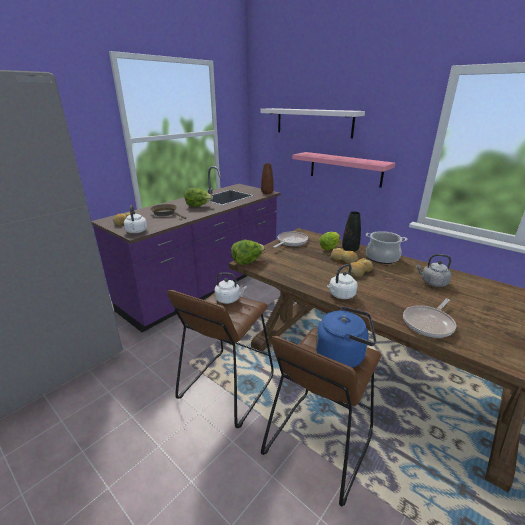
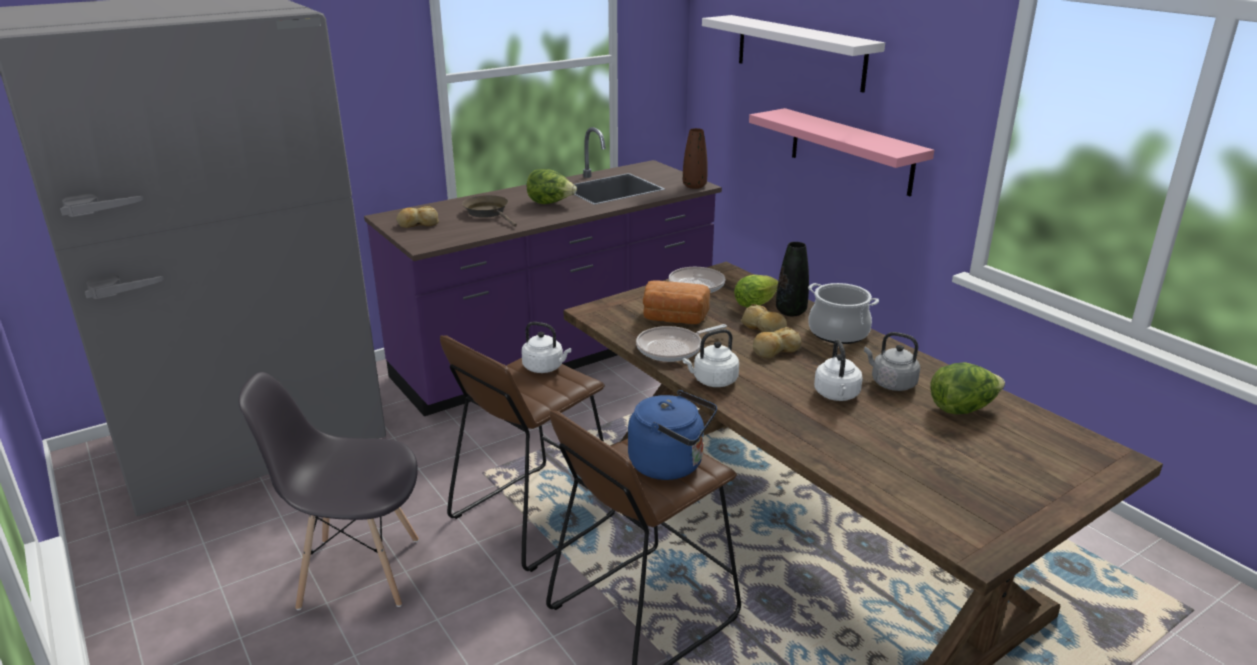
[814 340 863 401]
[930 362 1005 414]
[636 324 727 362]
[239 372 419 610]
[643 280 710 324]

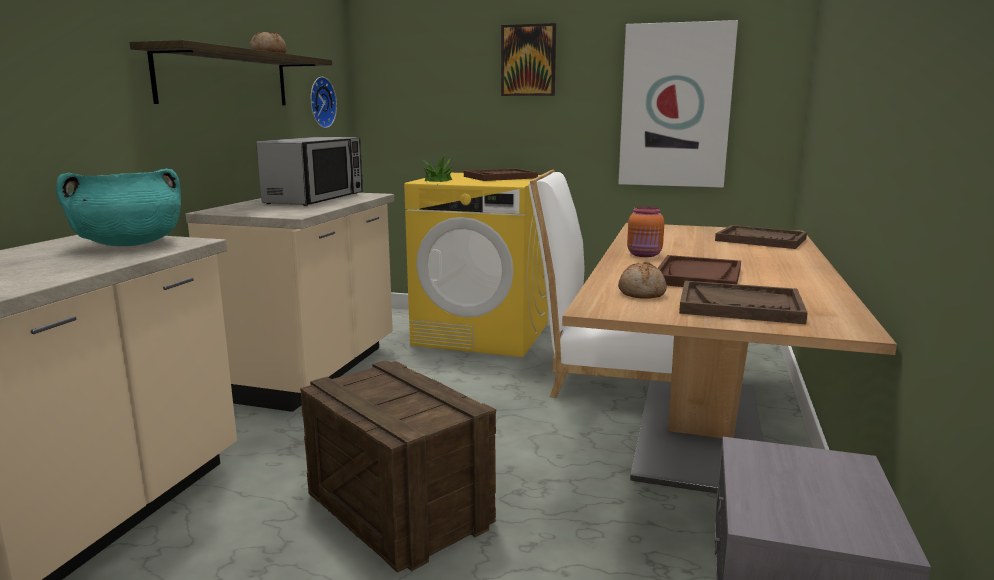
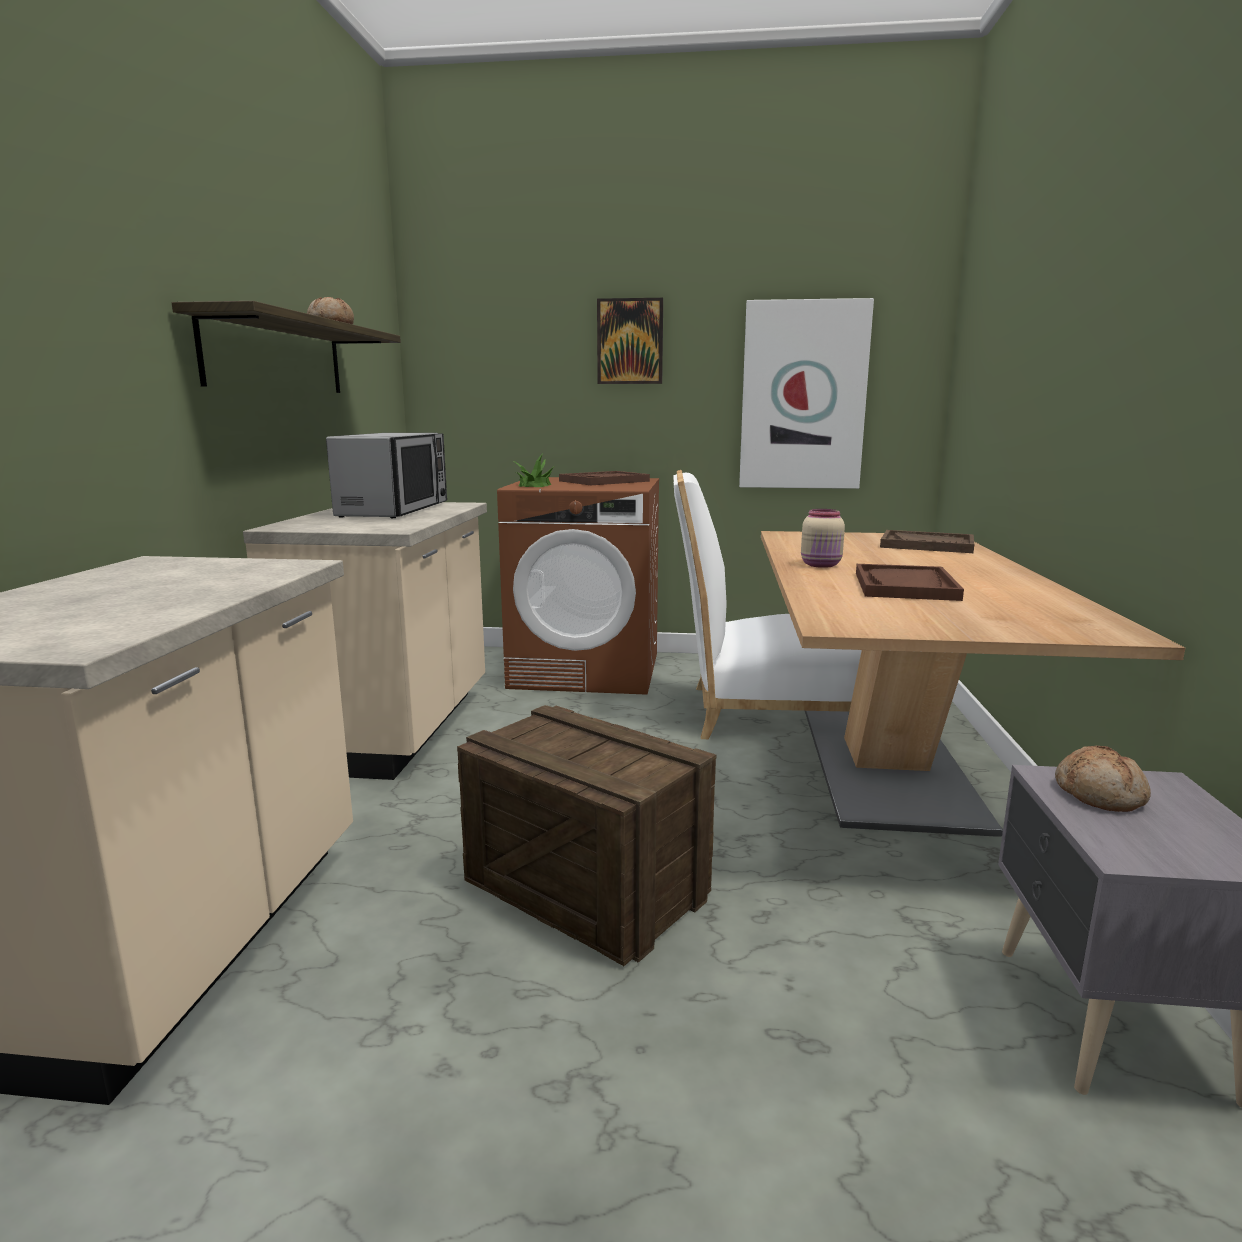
[56 169 181 246] (first image)
[310 77 337 128] (first image)
[497 477 659 695]
[1055 746 1151 812]
[801 509 845 568]
[679 281 808 324] (first image)

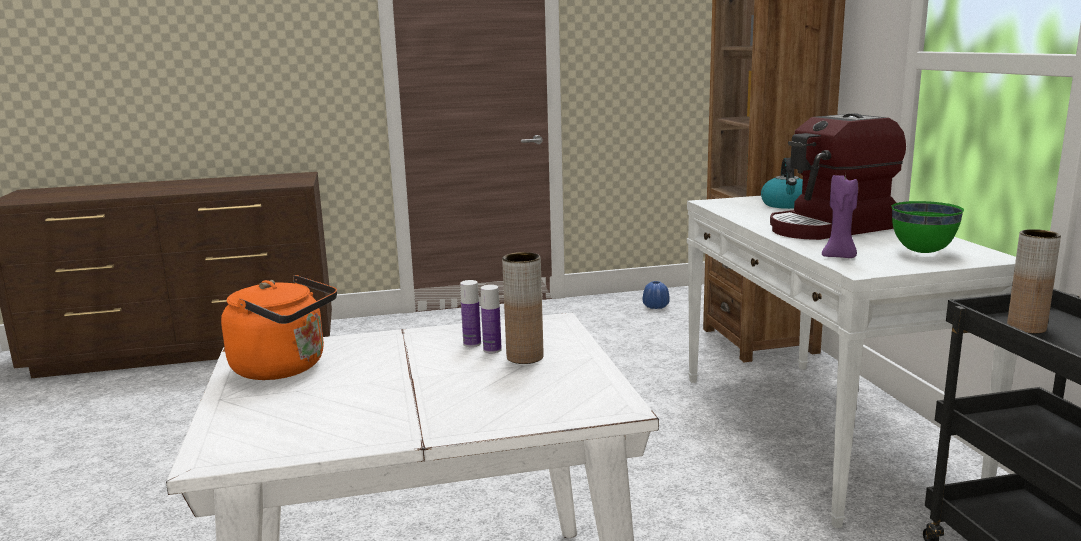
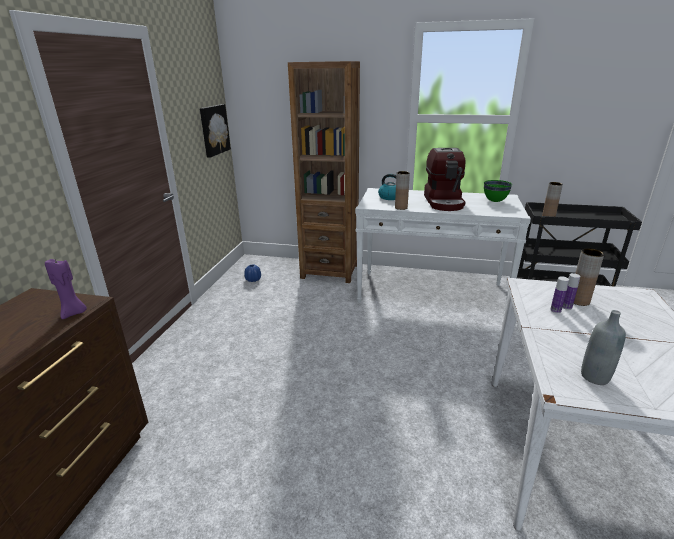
[581 310 626 385]
[45 259 87 319]
[200 104 231 158]
[395 171 410 210]

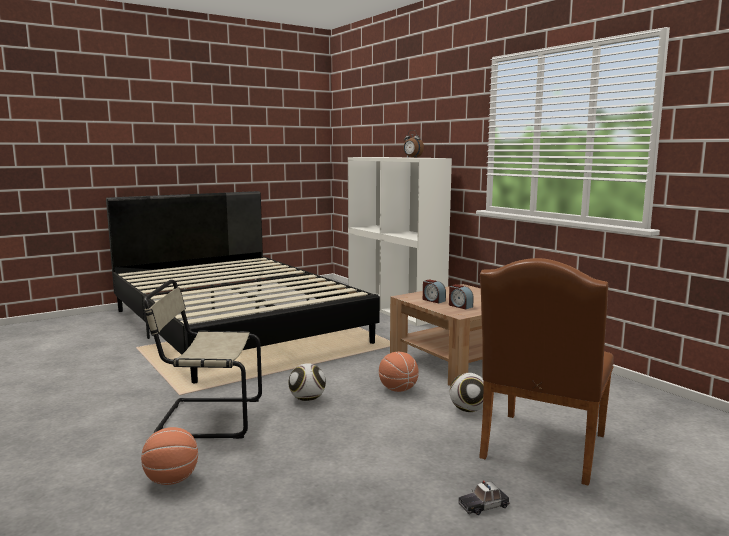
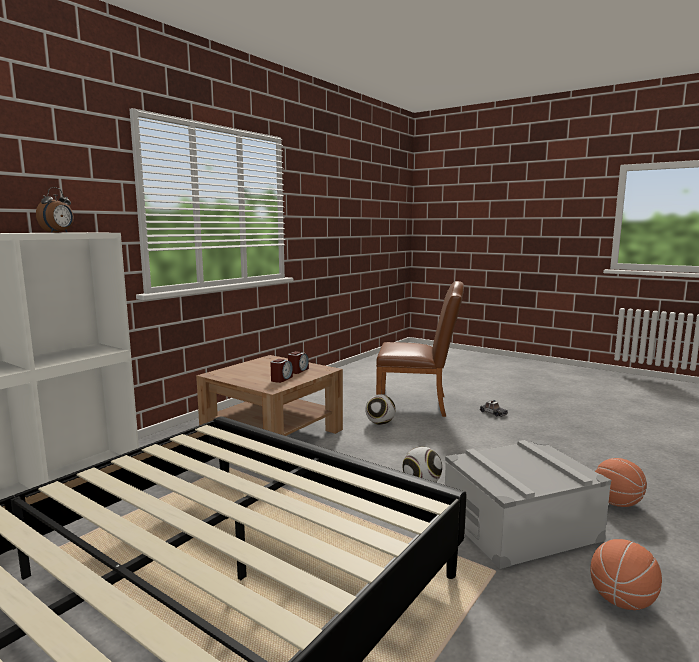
[445 440 611 569]
[590 539 662 610]

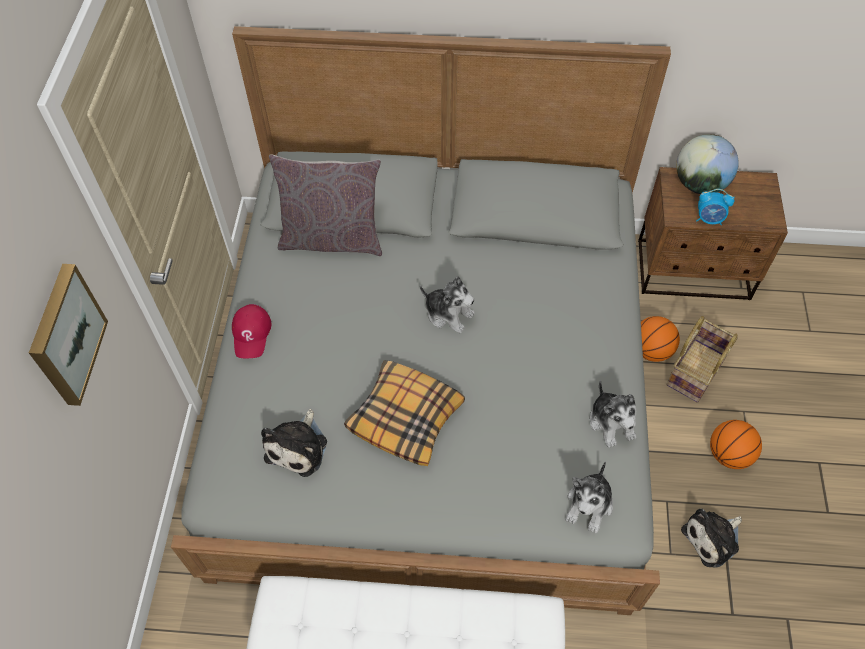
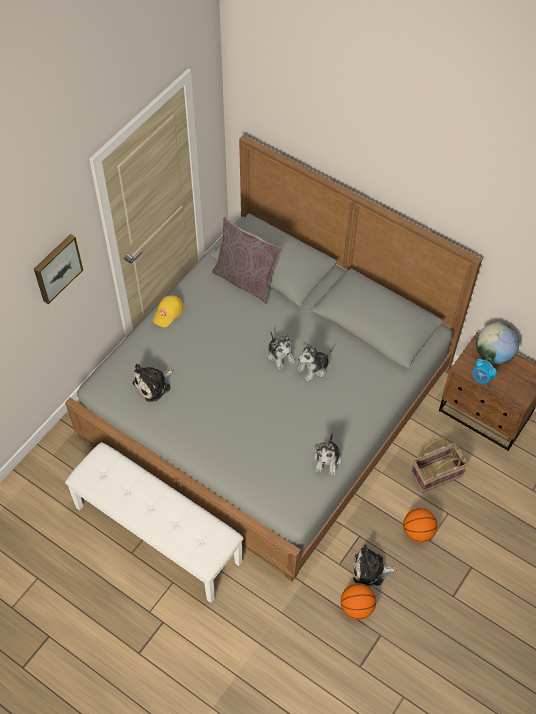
[153 296 183 327]
[344 360 465 466] (first image)
[297 341 332 381]
[341 583 376 620]

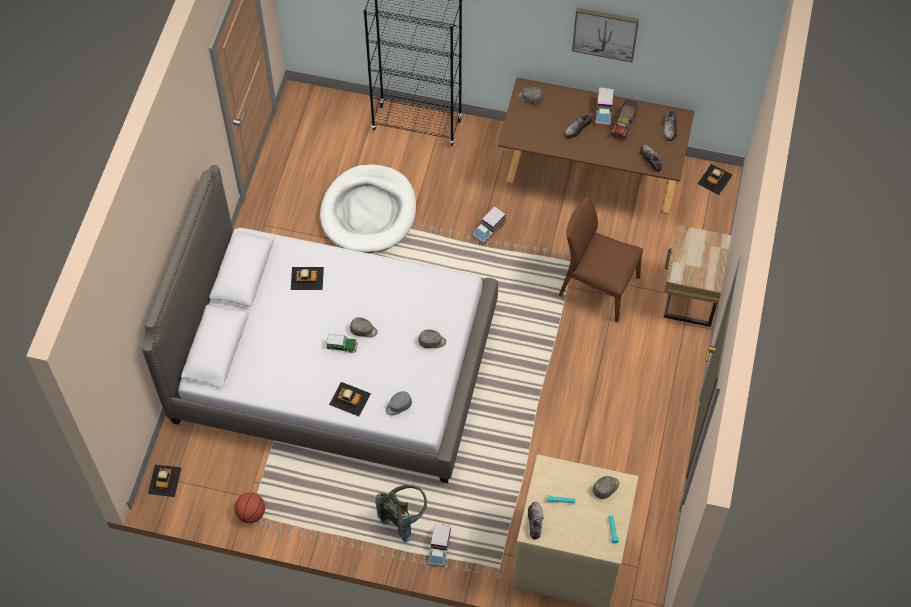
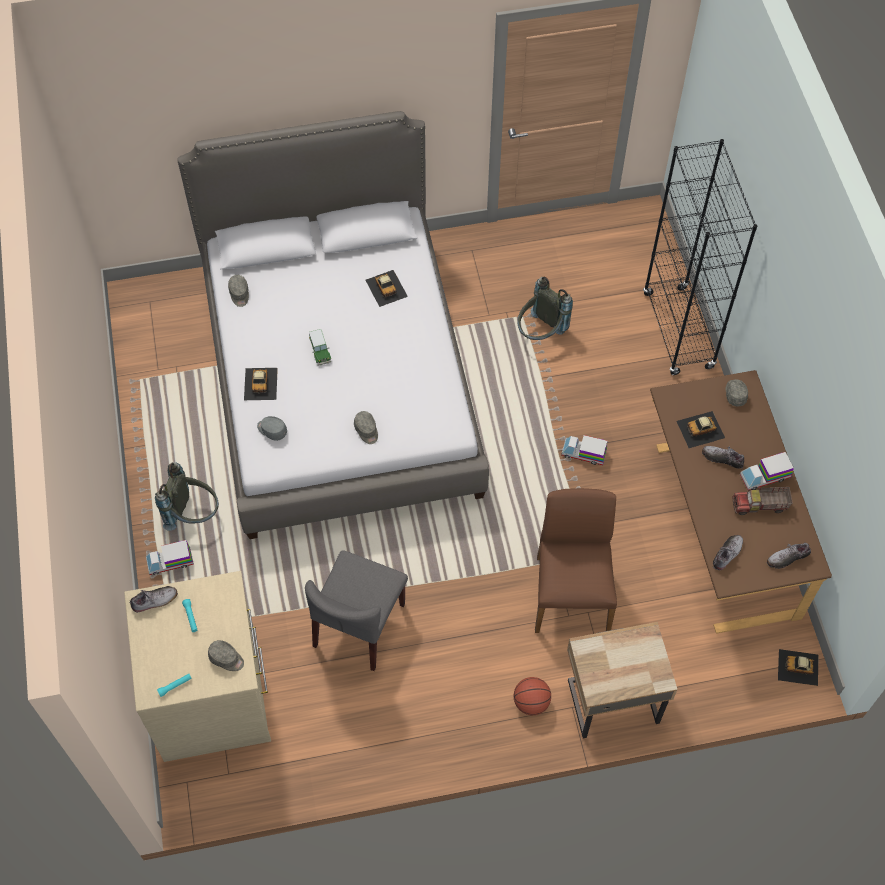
[677 411 725 448]
[514 677 551 715]
[517 276 573 340]
[228 275 249 307]
[572 8 639 62] (first image)
[305 550 408 671]

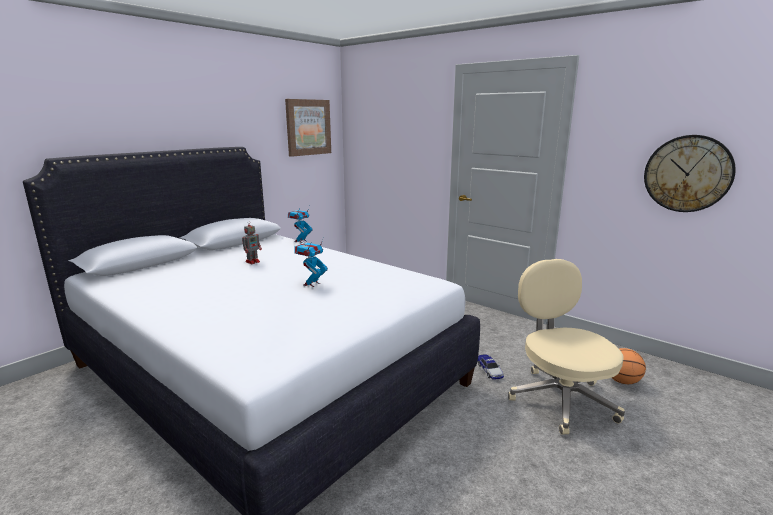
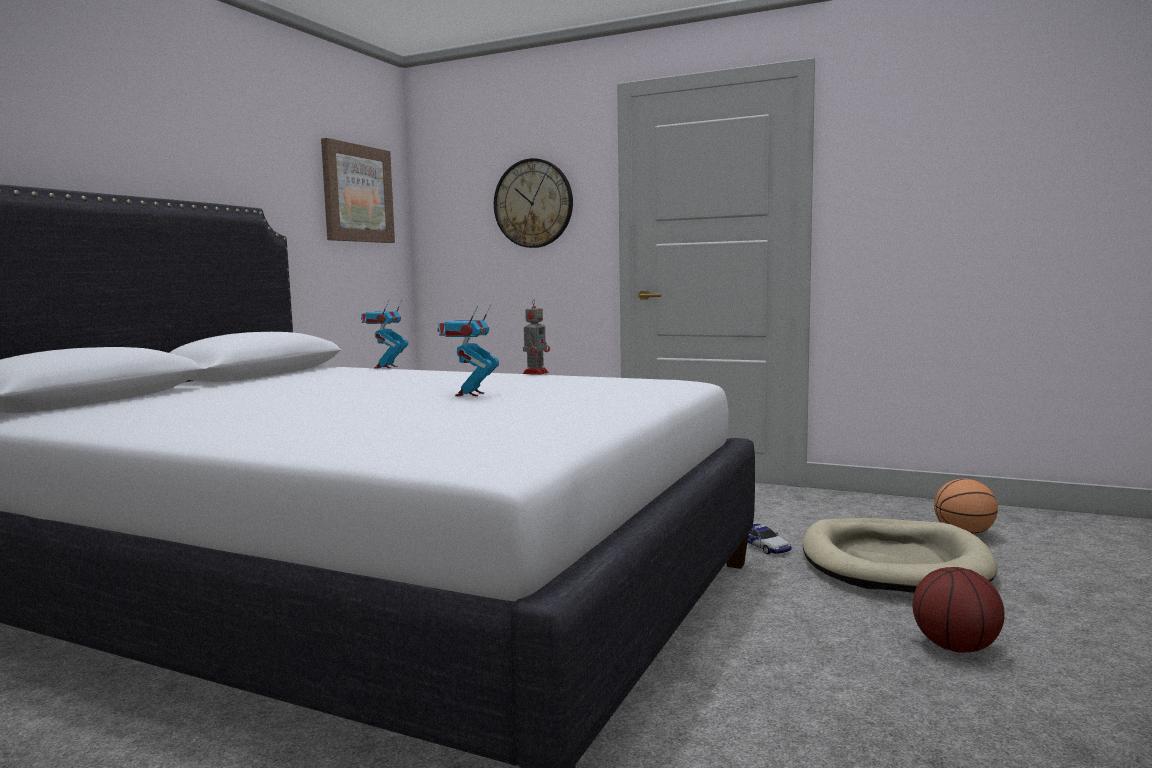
[523 299 550 375]
[802 518 998 593]
[494 158 573 248]
[913 567 1005 653]

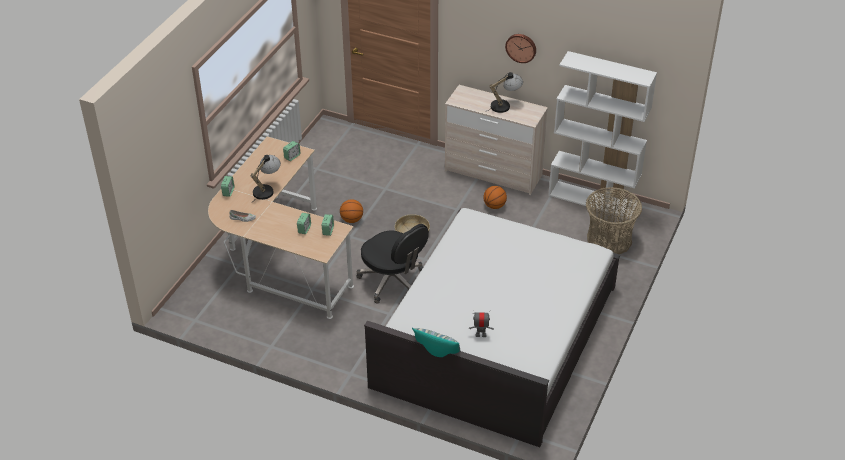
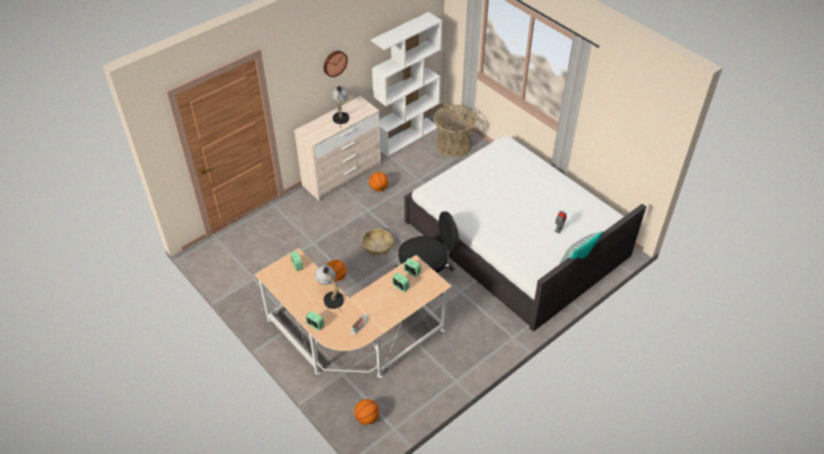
[354 399 379 425]

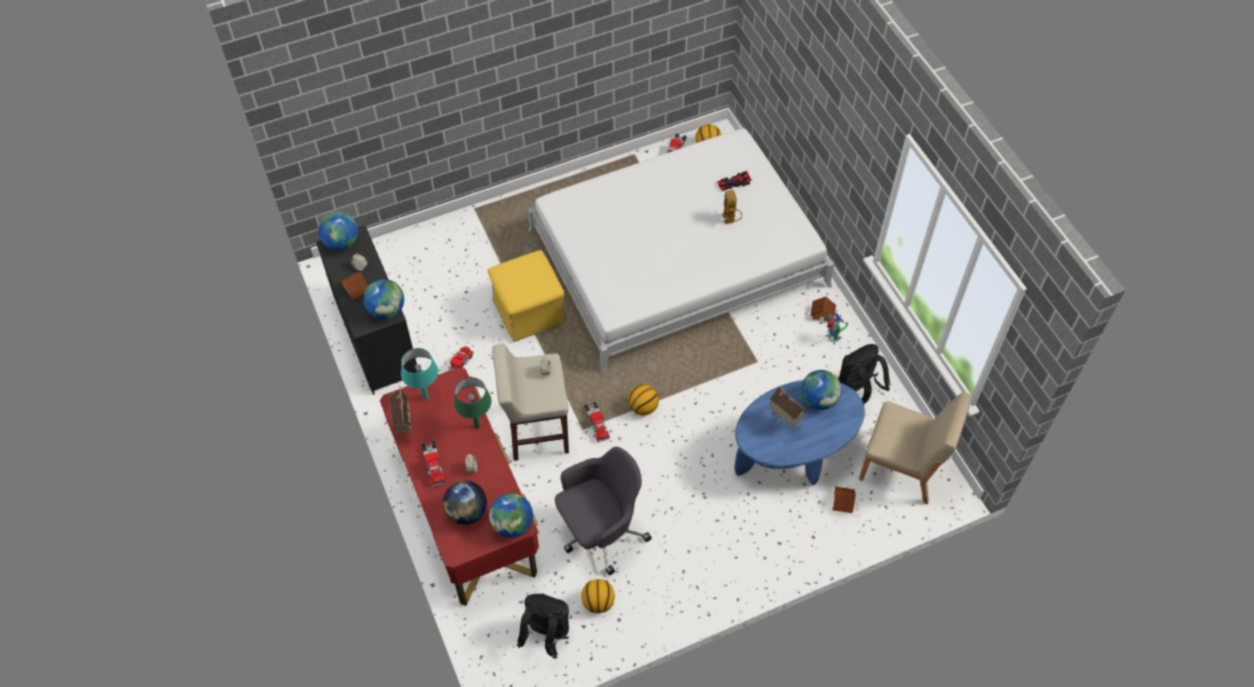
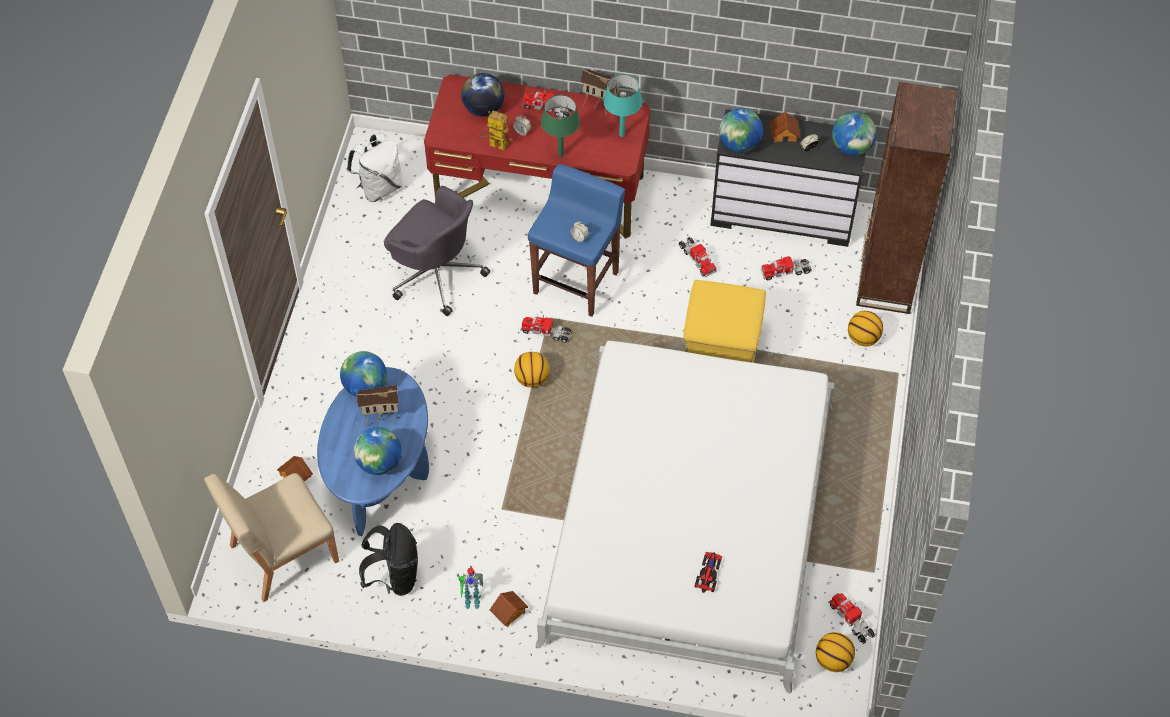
[340 351 387 397]
[528 164 625 317]
[346 133 403 202]
[384 186 490 316]
[848 311 883 347]
[479 111 512 151]
[761 255 812 280]
[856 82 957 314]

